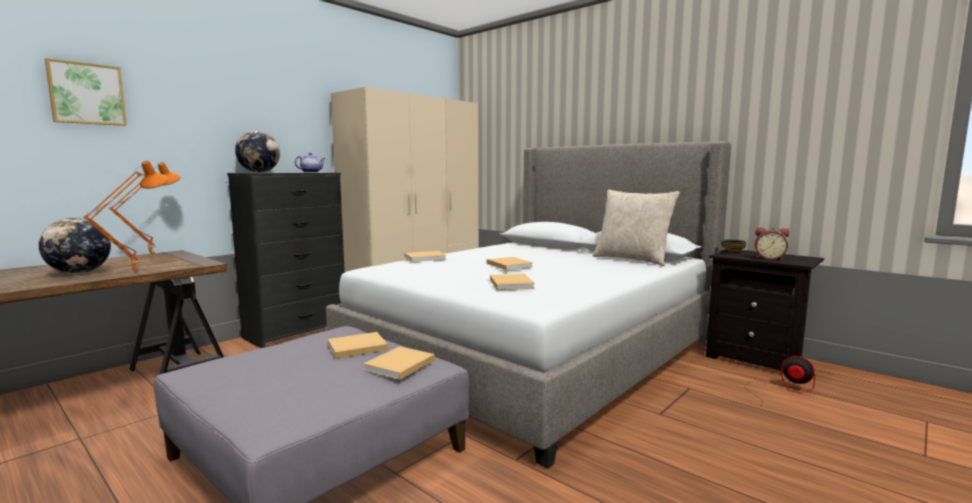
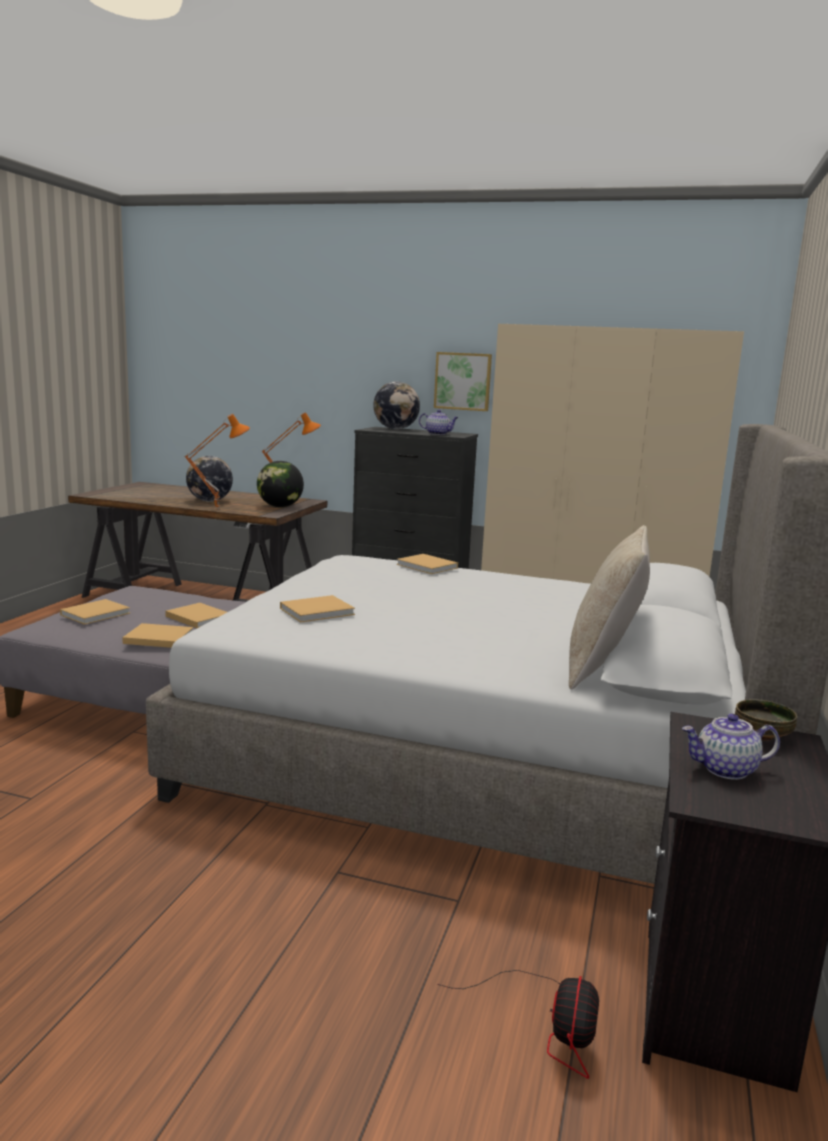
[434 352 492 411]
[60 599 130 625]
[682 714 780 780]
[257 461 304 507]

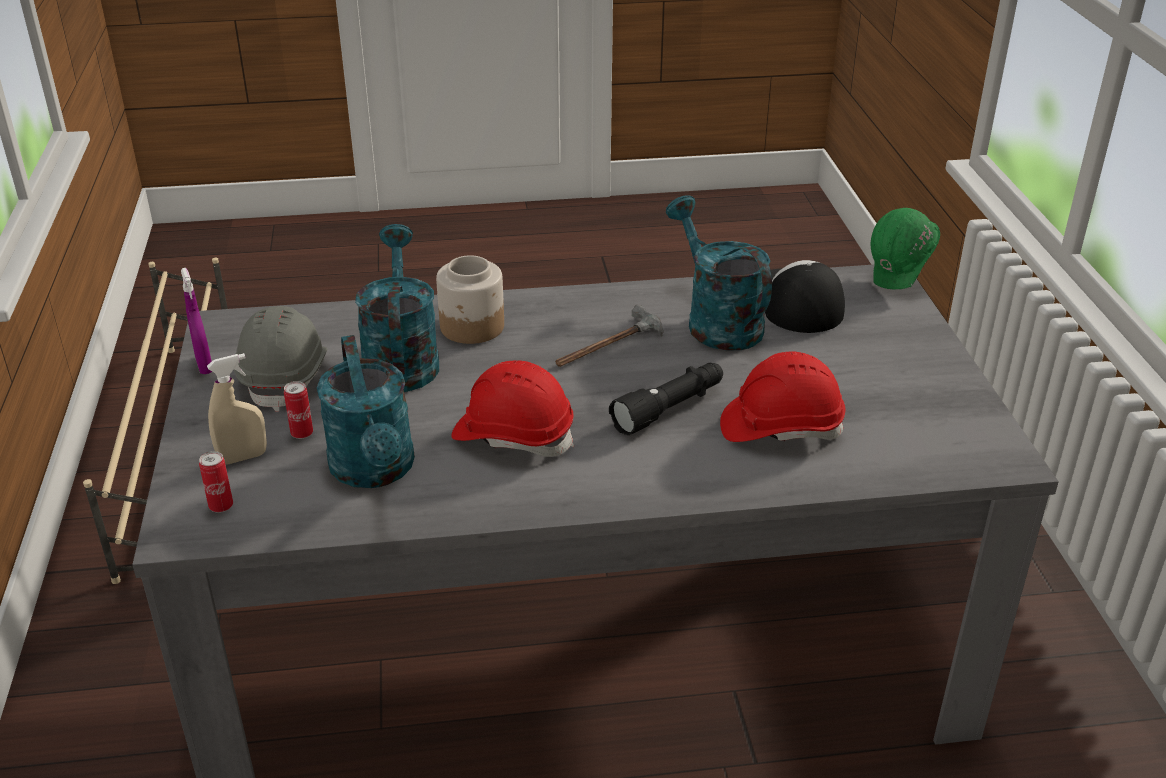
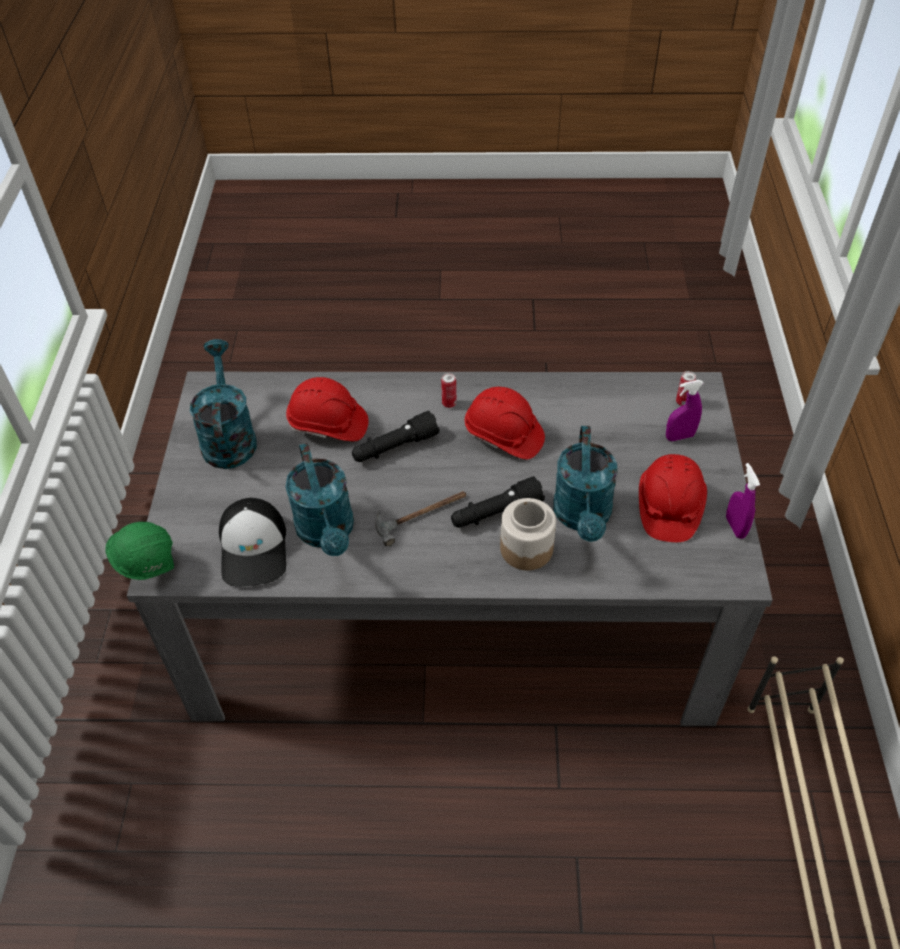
[666 380 704 441]
[639 454 707 542]
[441 373 457 408]
[190 339 257 469]
[451 476 545 528]

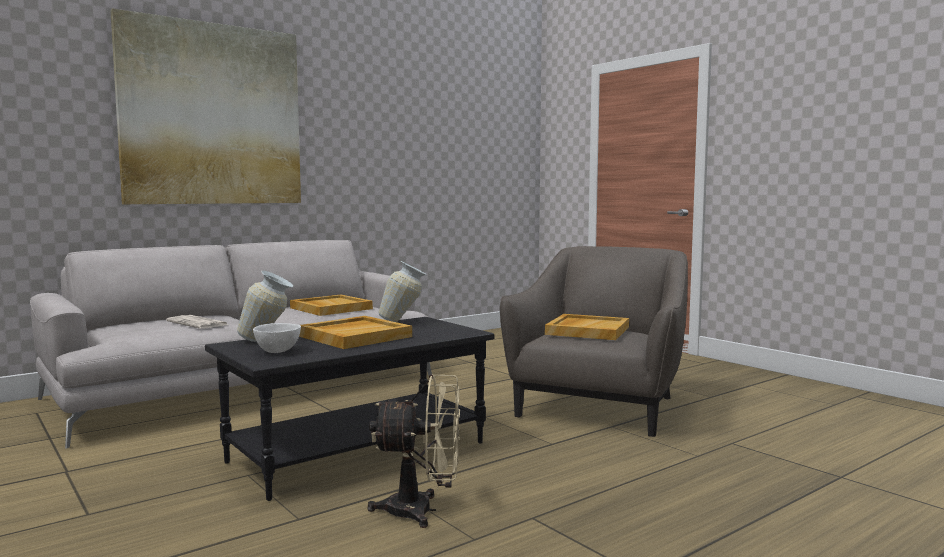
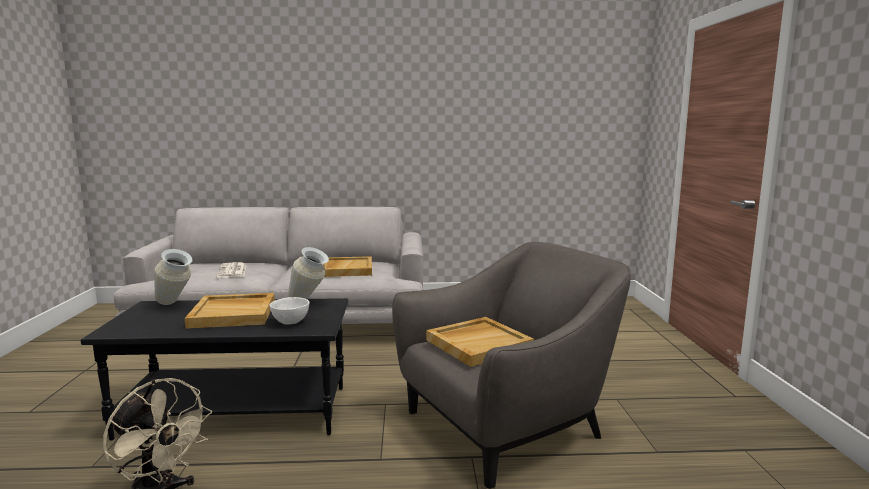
[110 8 301 204] (first image)
[269 297 309 325]

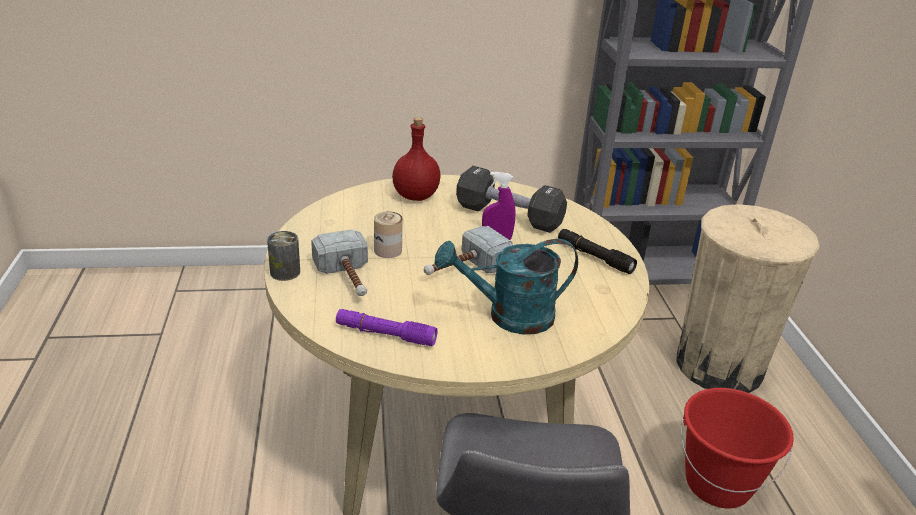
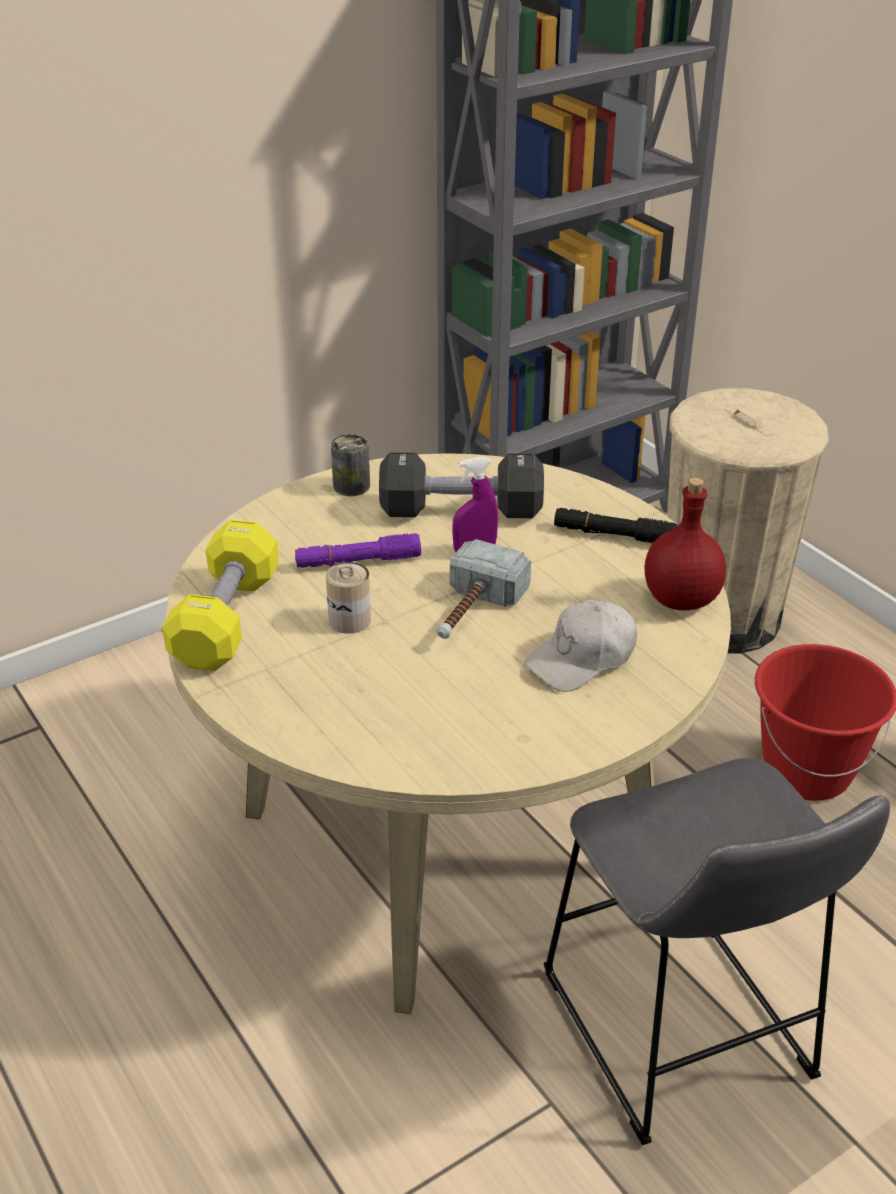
[331 434 370 496]
[311 229 368 296] (first image)
[295 533 421 568]
[645 477 726 610]
[525 600 637 692]
[162 520 279 671]

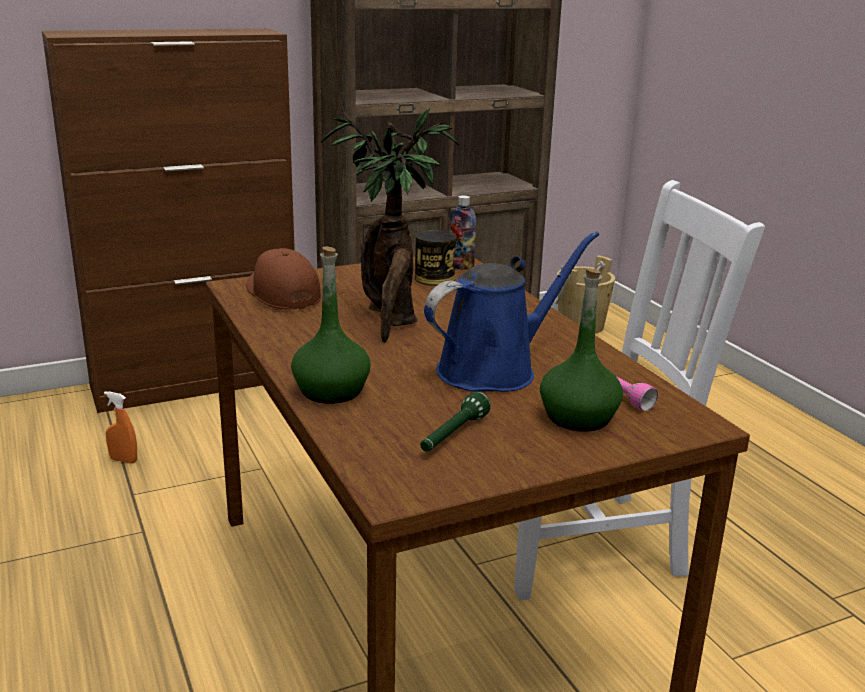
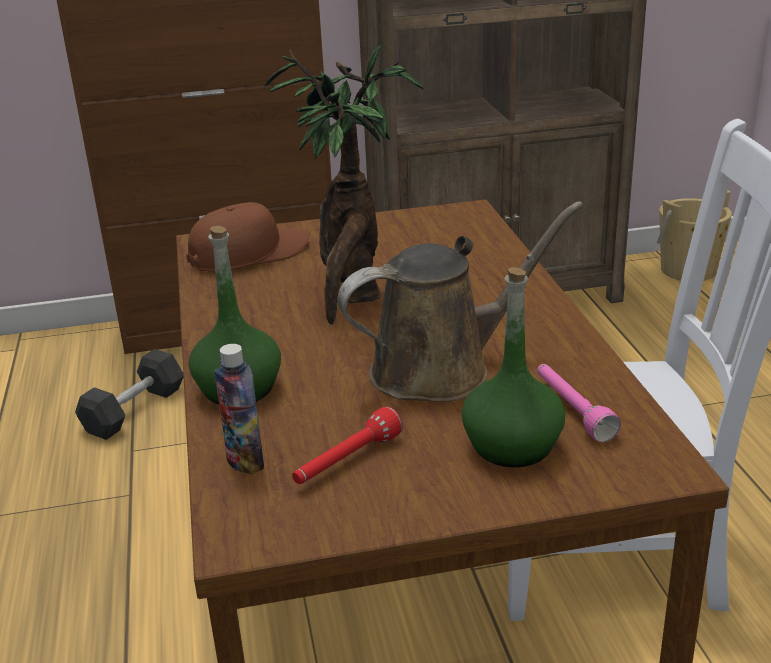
[75 349 183 440]
[186 202 309 272]
[415 230 457 286] (first image)
[292 406 403 484]
[338 201 583 402]
[214 344 264 474]

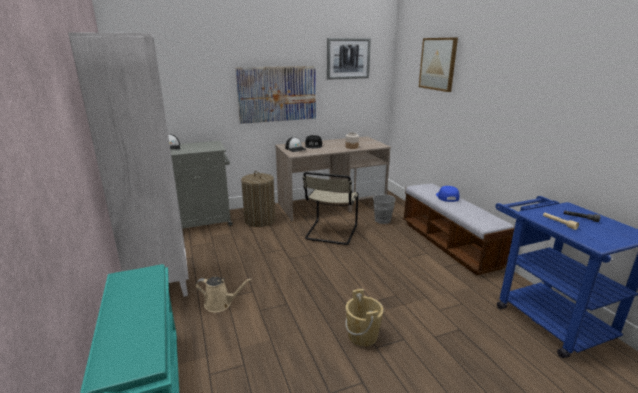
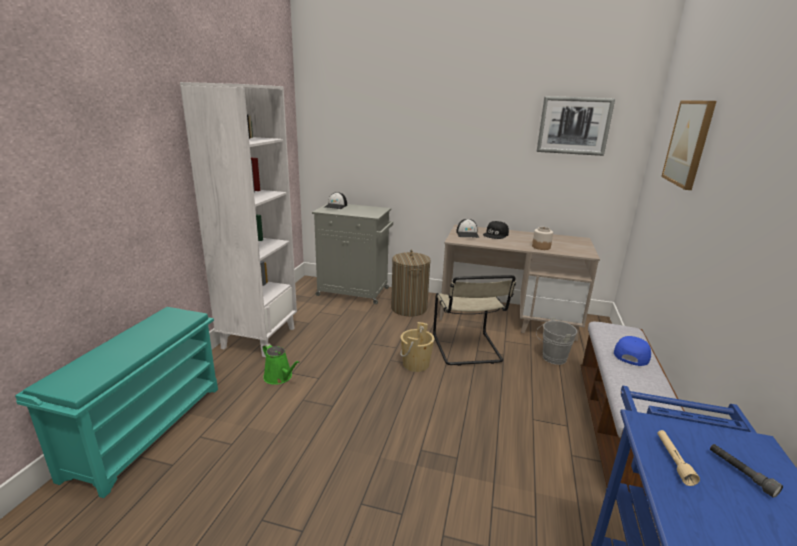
[263 343 300 385]
[236 66 316 124] (first image)
[433 275 516 366]
[400 322 434 372]

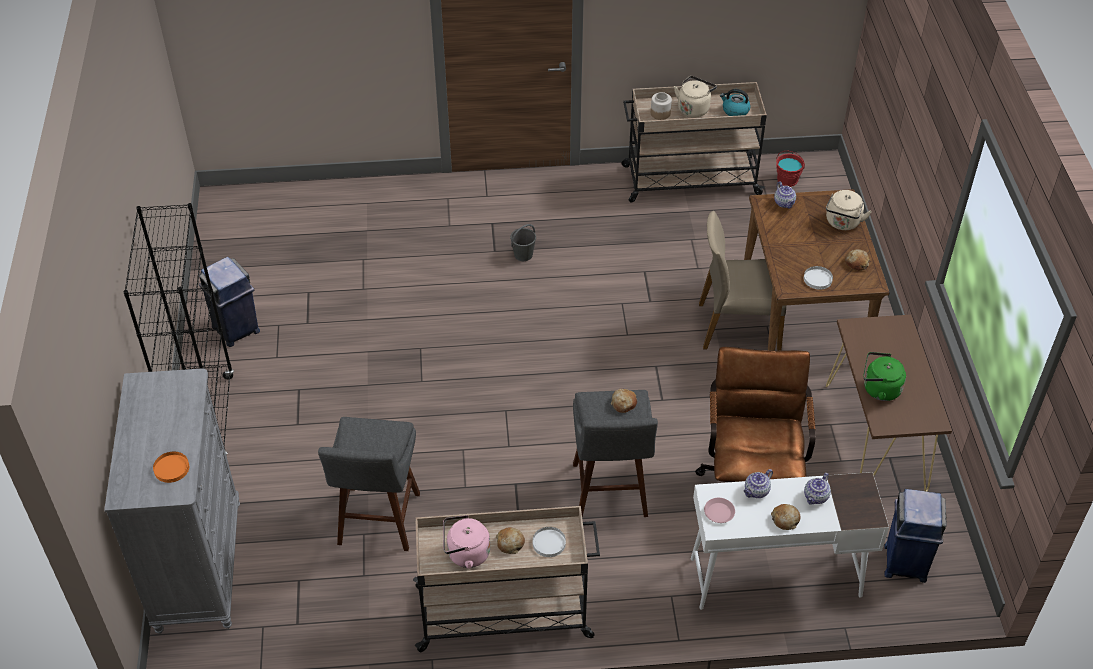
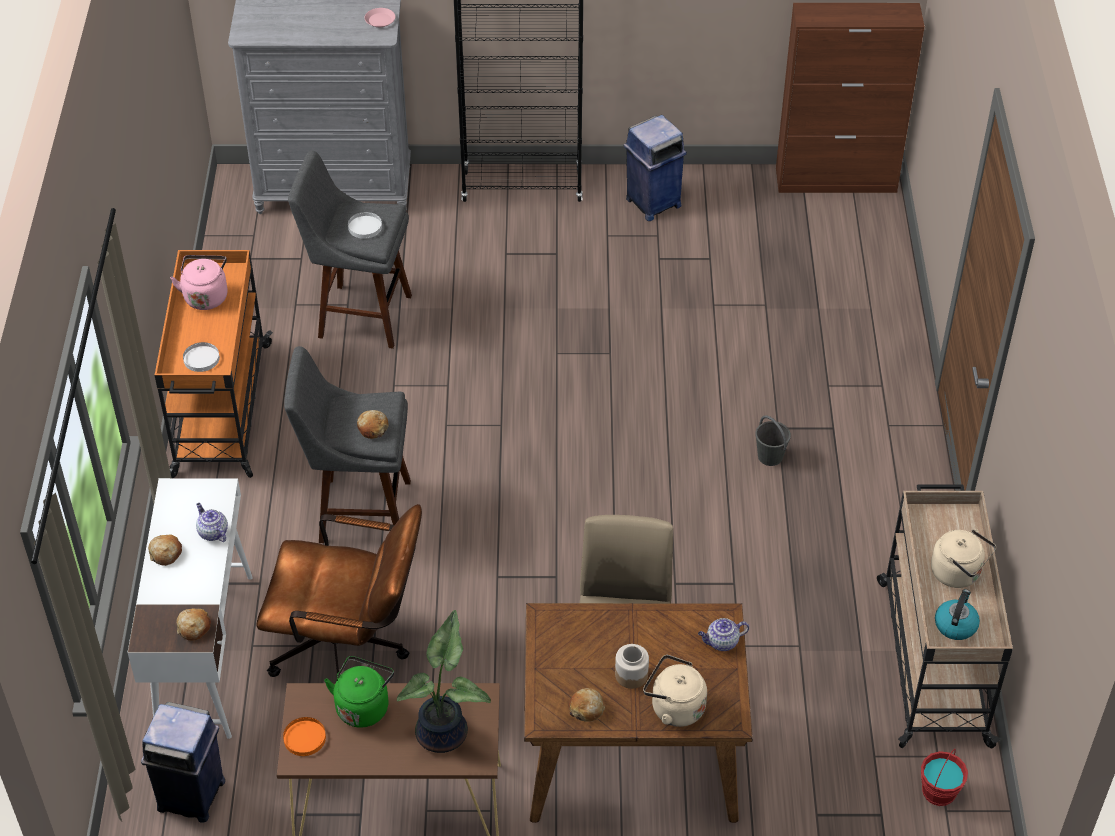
[283 717 326 756]
[154 250 273 478]
[177 609 211 641]
[615 644 649 689]
[365 8 395 27]
[348 212 382 239]
[804 473 831 505] (first image)
[397 610 491 753]
[776 3 925 193]

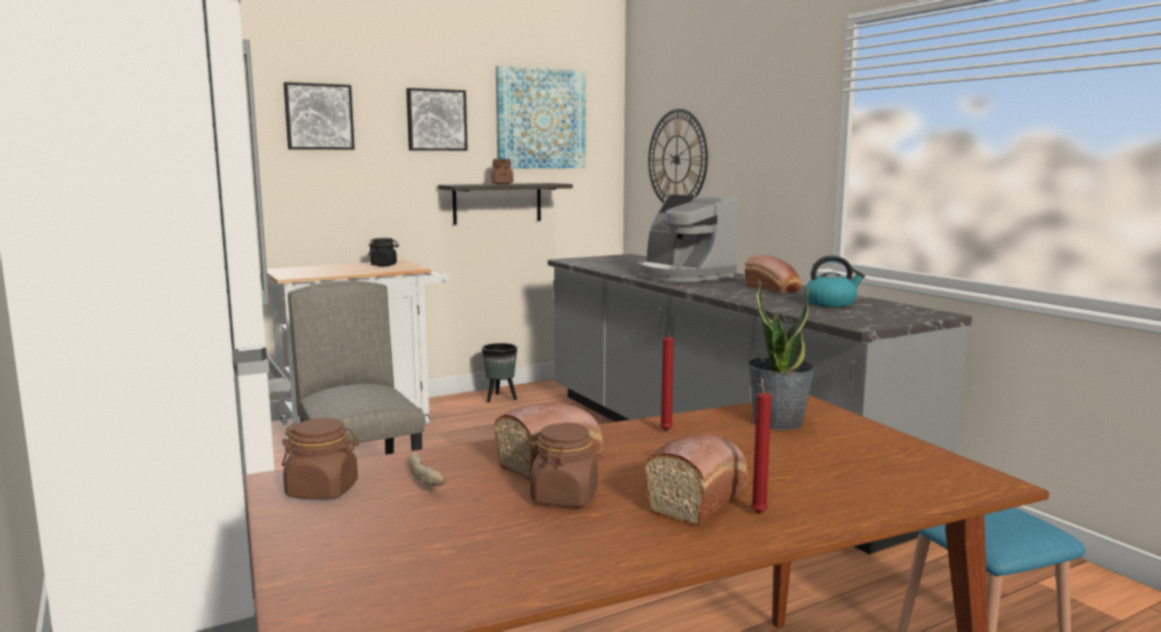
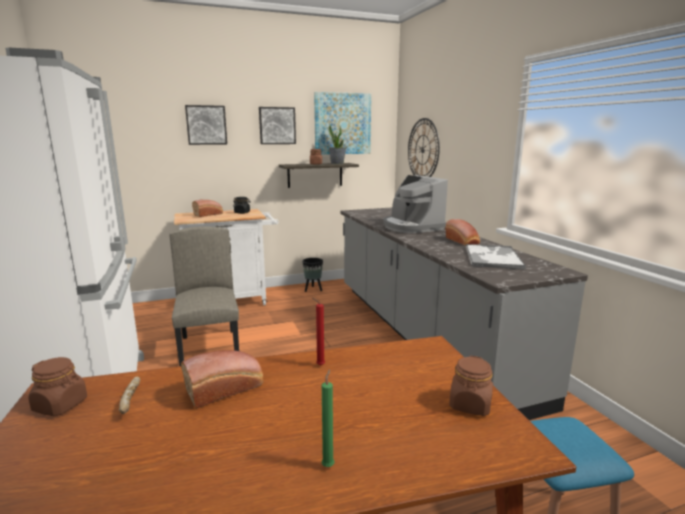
[449 356 493 416]
[192 200 223 217]
[328 124 346 164]
[322 369 334 467]
[466 244 526 270]

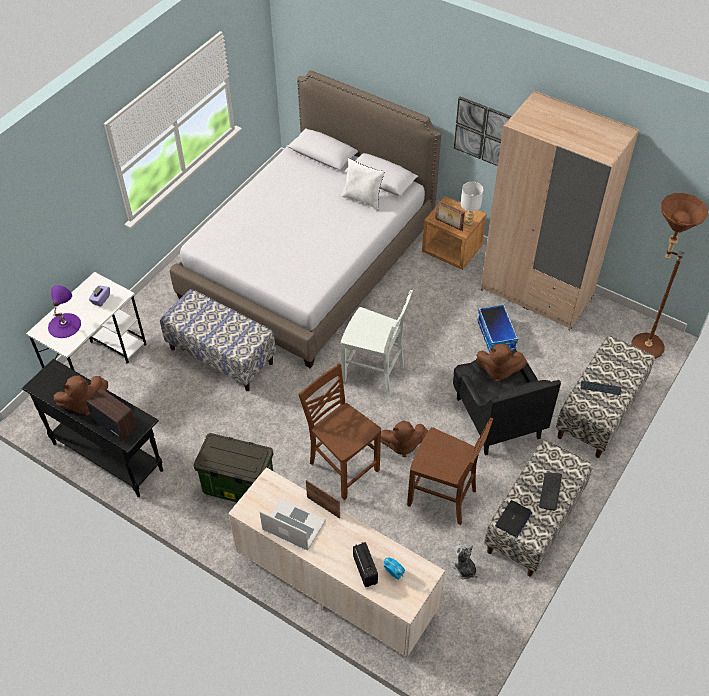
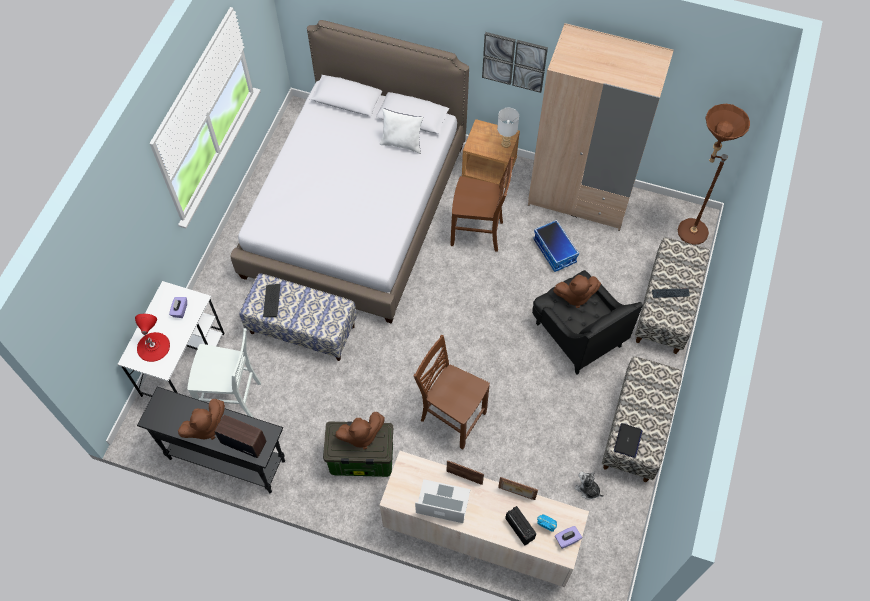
[135 314 170 362]
[187 328 261 417]
[336 412 385 449]
[450 157 513 252]
[498 477 538 500]
[263 284 280 317]
[555 526 582 549]

